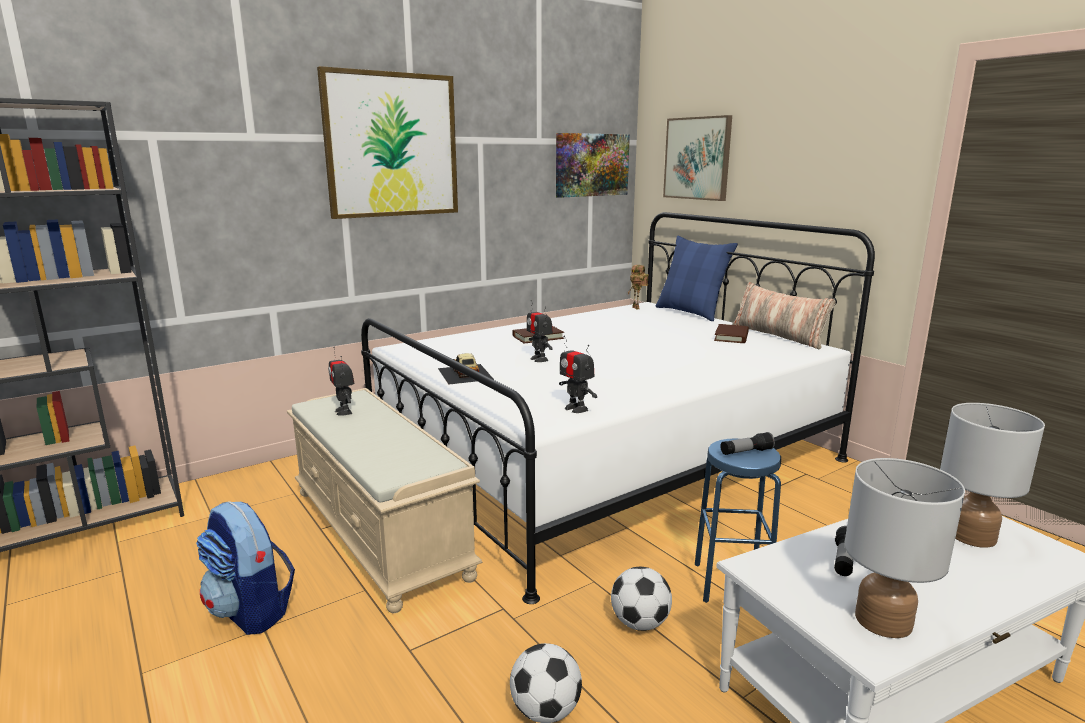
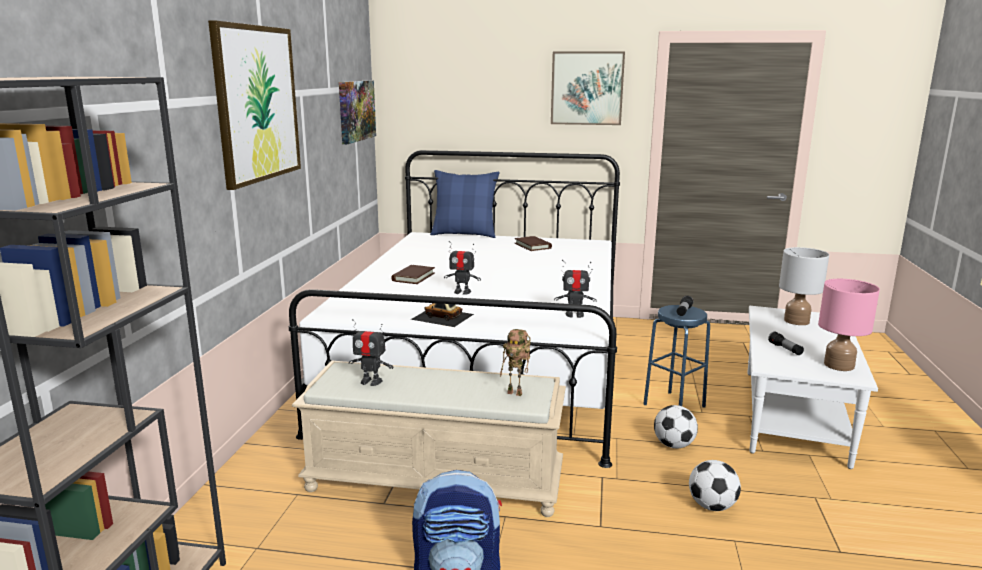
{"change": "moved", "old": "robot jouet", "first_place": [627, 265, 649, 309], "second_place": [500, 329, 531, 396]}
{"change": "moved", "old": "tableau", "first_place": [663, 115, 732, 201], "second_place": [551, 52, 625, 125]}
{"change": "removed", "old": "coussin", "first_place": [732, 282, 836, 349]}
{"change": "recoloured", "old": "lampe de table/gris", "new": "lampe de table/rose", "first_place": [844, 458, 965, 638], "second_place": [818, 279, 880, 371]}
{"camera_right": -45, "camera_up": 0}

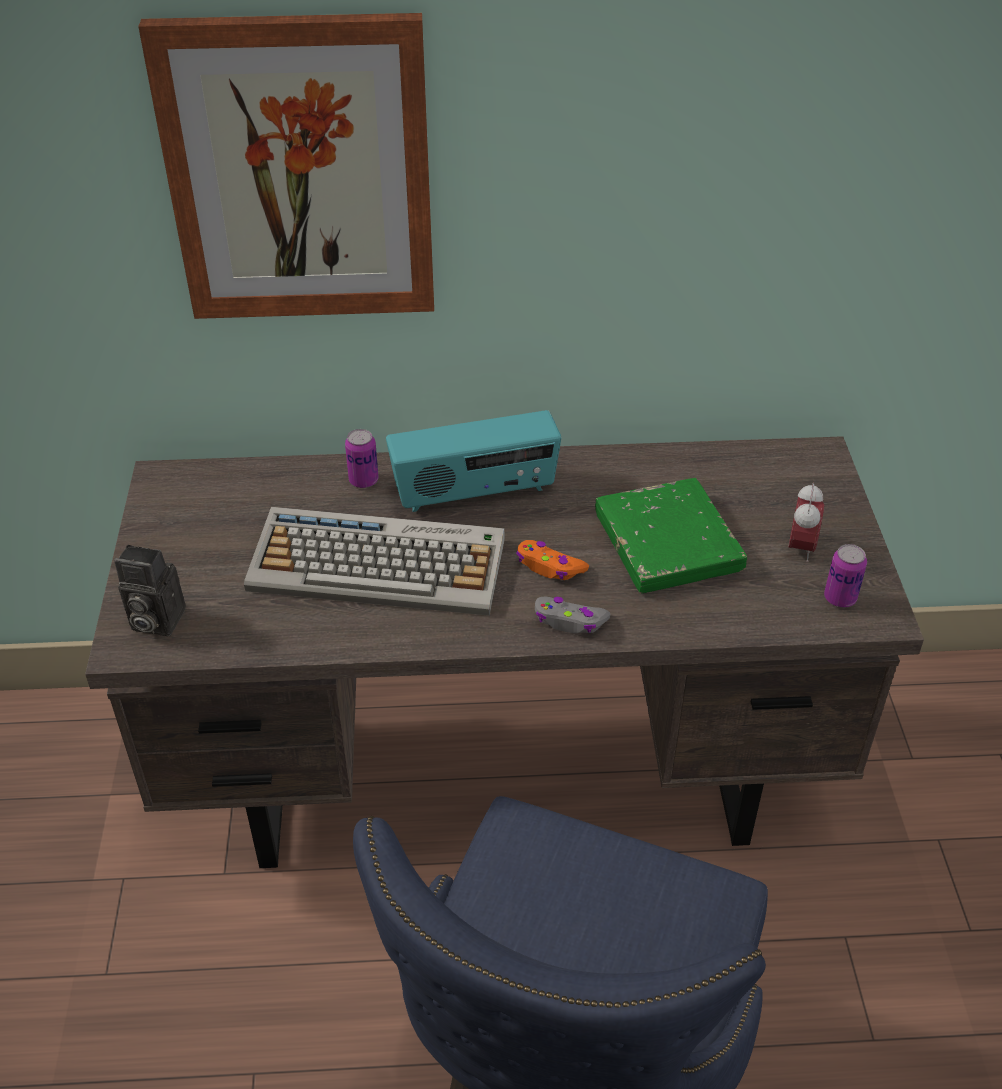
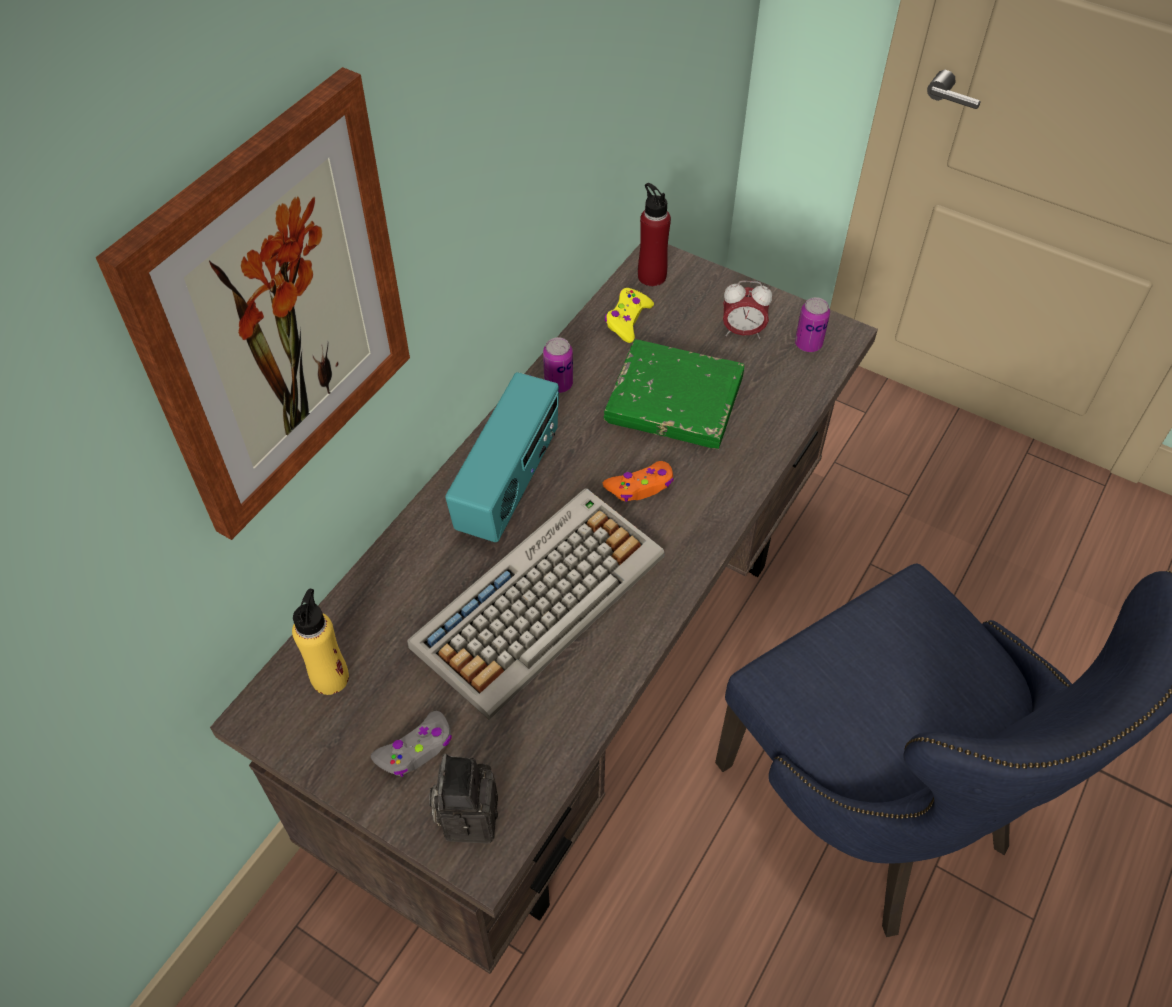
{"change": "turned", "old": "appareil photo", "first_place": [114, 545, 186, 636], "second_place": [429, 753, 498, 843], "degrees": 135}
{"change": "moved", "old": "boîte métallique", "first_place": [345, 429, 379, 488], "second_place": [543, 337, 573, 393]}
{"change": "moved", "old": "manette/gris", "first_place": [535, 597, 611, 634], "second_place": [371, 711, 452, 777]}
{"change": "turned", "old": "réveil", "first_place": [789, 483, 824, 562], "second_place": [723, 281, 772, 339], "degrees": 135}
{"change": "added", "new": "bouteille/jaune", "second_place": [292, 588, 349, 695]}
{"change": "added", "new": "manette/jaune", "second_place": [604, 288, 654, 343]}
{"change": "added", "new": "bouteille/rouge", "second_place": [638, 183, 671, 286]}
{"camera_right": -55, "camera_up": 10}

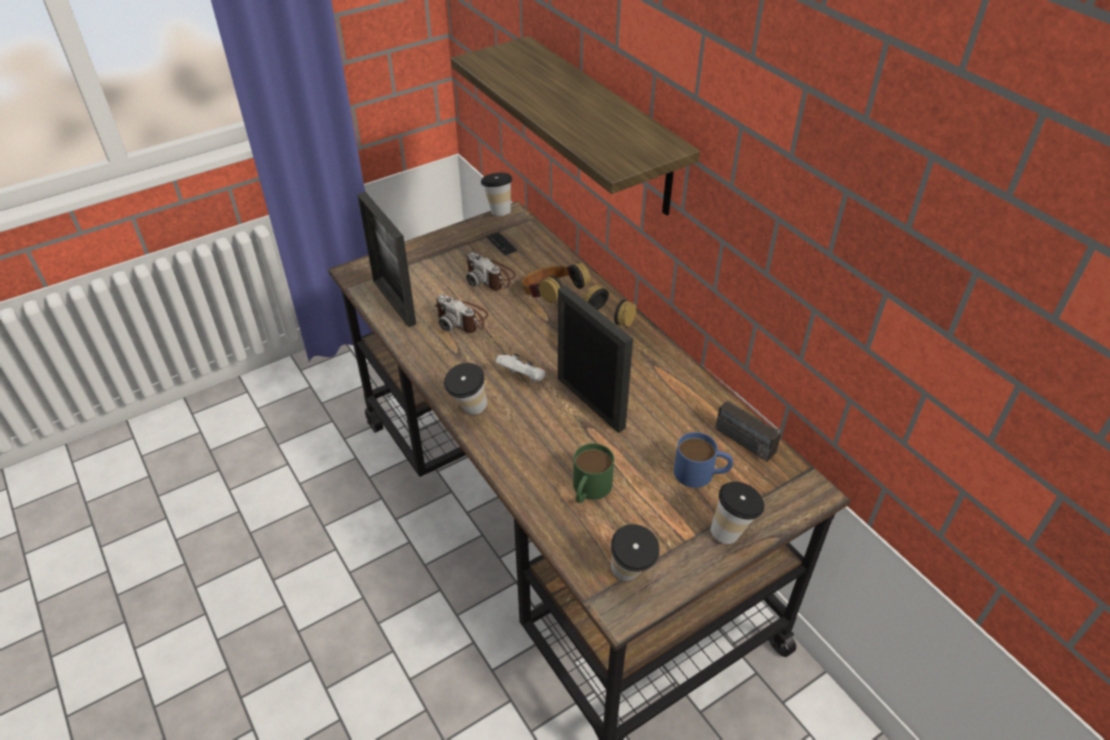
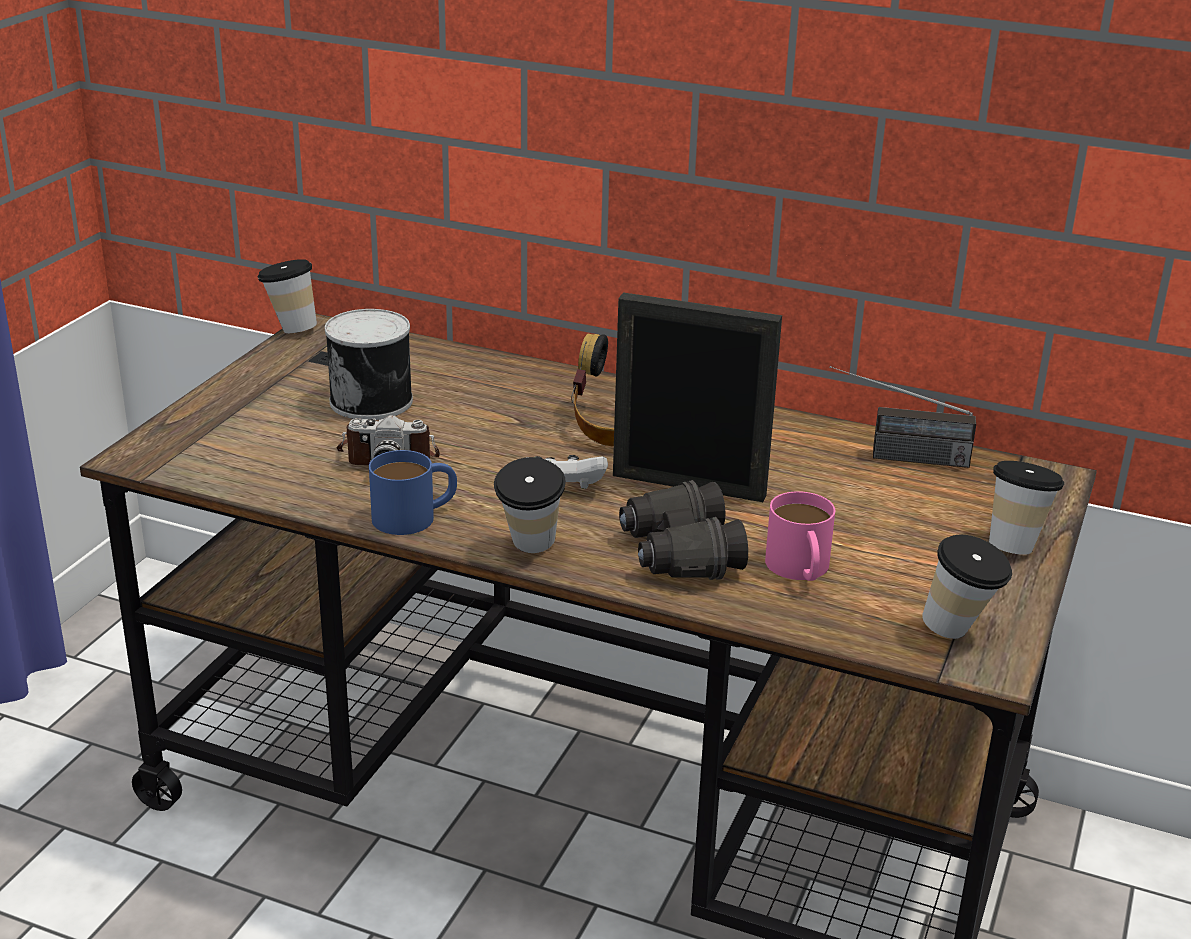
{"change": "removed", "old": "cadre photo", "first_place": [357, 192, 416, 327]}
{"change": "removed", "old": "étagère", "first_place": [451, 36, 700, 216]}
{"change": "replaced", "old": "appareil photo", "new": "boîte métallique", "first_place": [466, 252, 516, 290], "second_place": [325, 309, 413, 420]}
{"change": "removed", "old": "casque audio", "first_place": [522, 262, 591, 303]}
{"change": "recoloured", "old": "mug/vert", "new": "mug/rose", "first_place": [573, 443, 614, 503], "second_place": [765, 491, 835, 581]}
{"change": "moved", "old": "mug/bleu", "first_place": [674, 432, 733, 488], "second_place": [369, 450, 457, 535]}
{"change": "added", "new": "jumelles/noir", "second_place": [619, 480, 748, 580]}
{"camera_right": -35, "camera_up": -15}

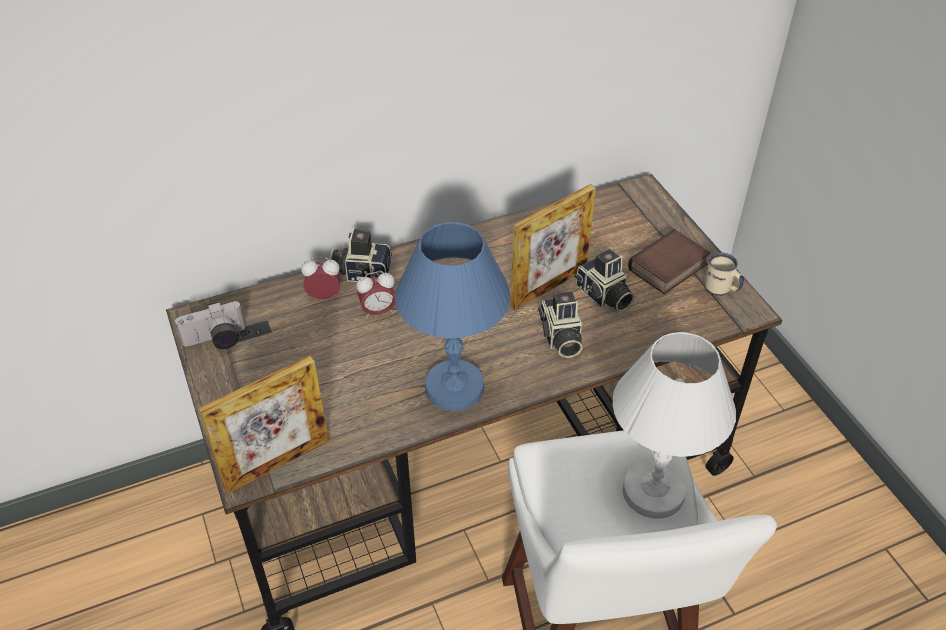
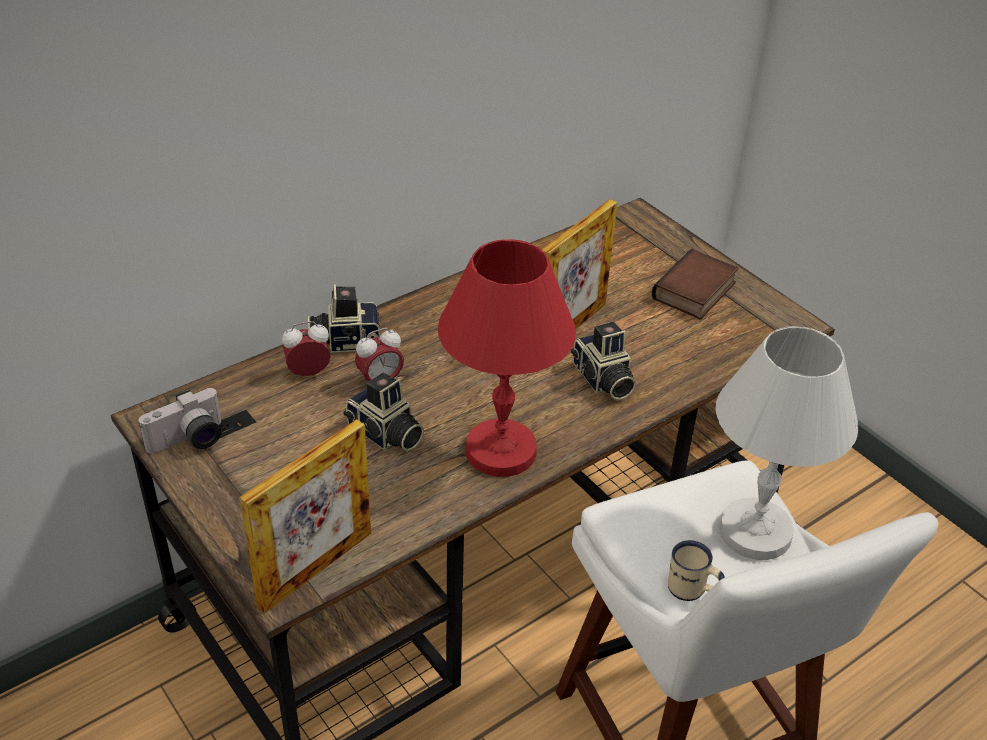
{"change": "recoloured", "old": "lampe de table/bleu", "new": "lampe de table/rouge", "first_place": [395, 222, 511, 411], "second_place": [438, 239, 576, 477]}
{"change": "moved", "old": "appareil photo", "first_place": [574, 249, 635, 312], "second_place": [343, 373, 424, 451]}
{"change": "moved", "old": "mug/beige", "first_place": [705, 253, 744, 296], "second_place": [668, 540, 725, 601]}
{"camera_right": -15, "camera_up": -5}

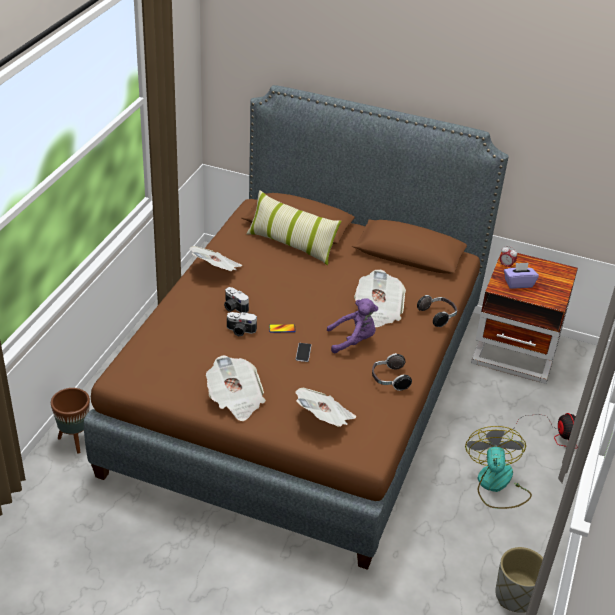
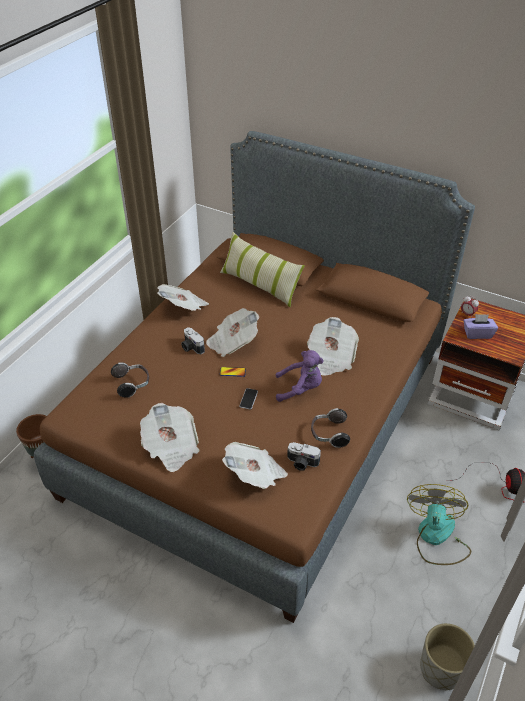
{"change": "moved", "old": "appareil photo", "first_place": [227, 312, 257, 336], "second_place": [287, 442, 321, 471]}
{"change": "moved", "old": "casque audio", "first_place": [417, 295, 457, 327], "second_place": [111, 362, 149, 398]}
{"change": "added", "new": "journal", "second_place": [206, 308, 259, 357]}
{"camera_right": 10, "camera_up": 5}

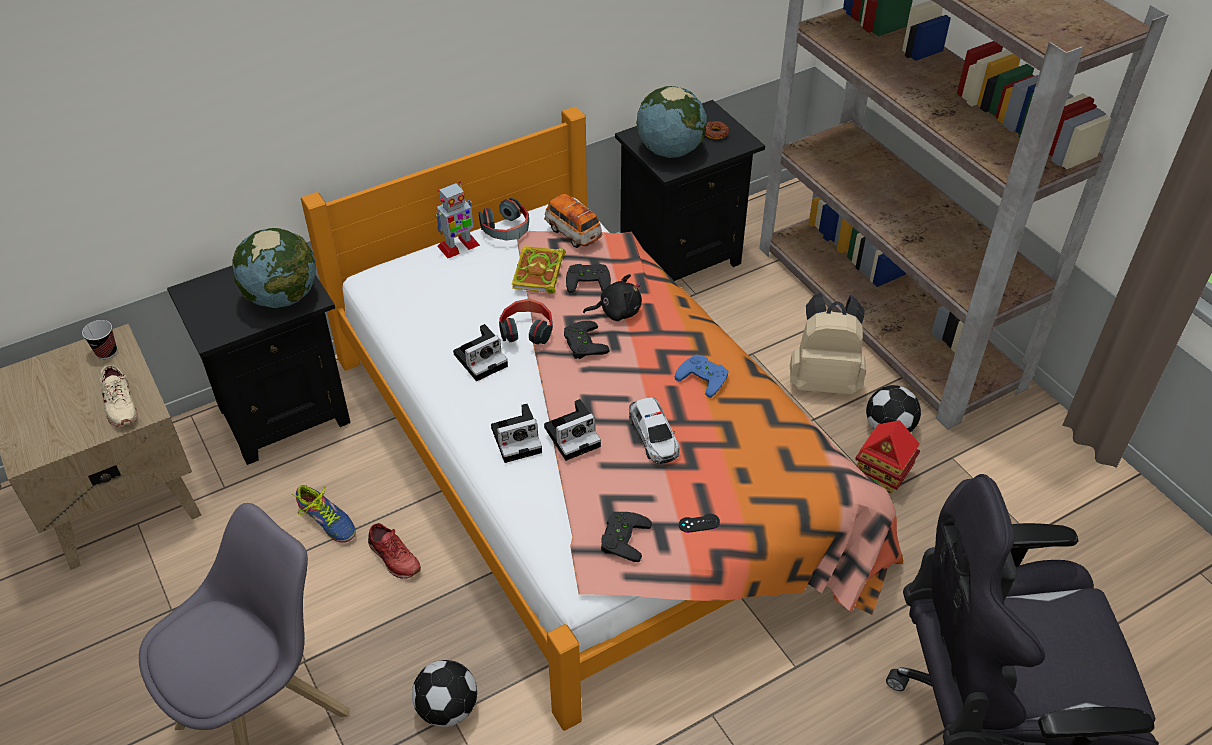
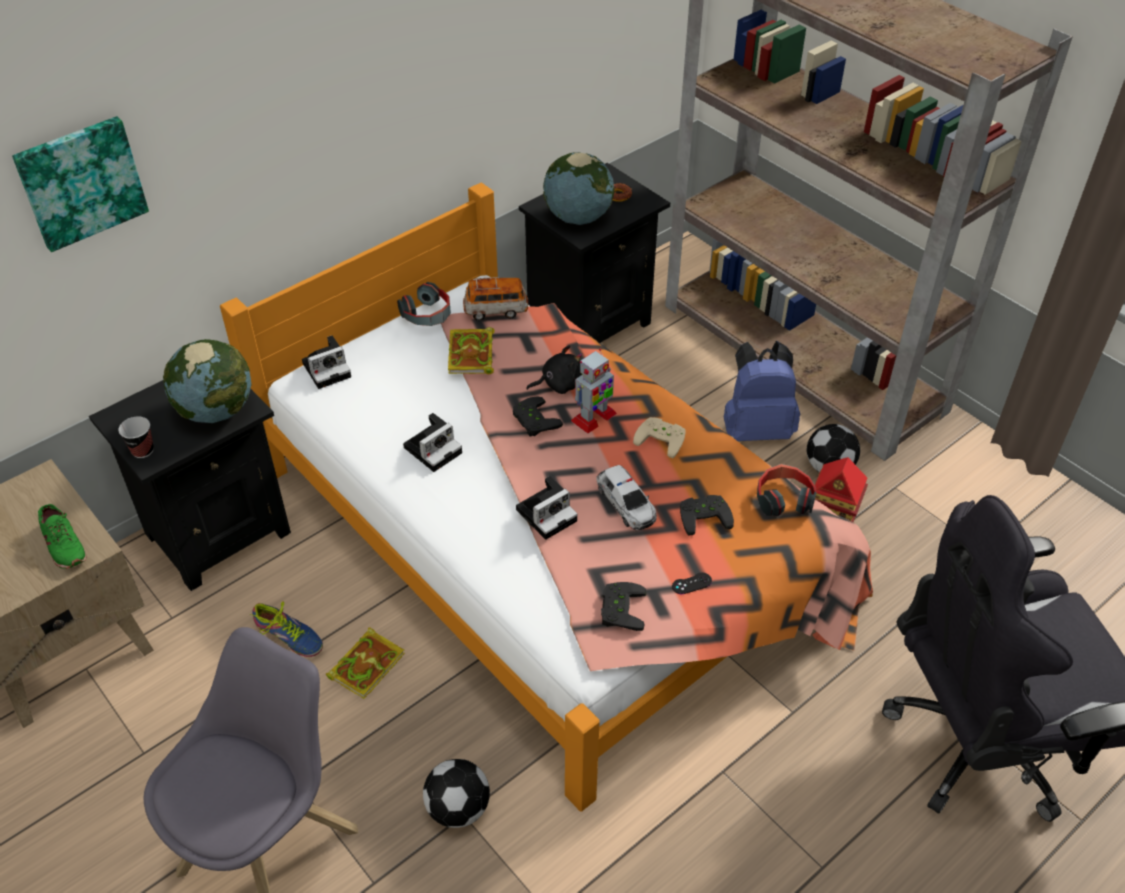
{"change": "moved", "old": "tasse", "first_place": [82, 320, 117, 359], "second_place": [119, 416, 154, 458]}
{"change": "recoloured", "old": "chaussure/beige", "new": "chaussure/vert", "first_place": [100, 365, 138, 427], "second_place": [38, 504, 86, 569]}
{"change": "replaced", "old": "chaussure/rouge", "new": "livre", "first_place": [368, 523, 421, 579], "second_place": [326, 627, 405, 699]}
{"change": "moved", "old": "robot jouet", "first_place": [435, 181, 480, 258], "second_place": [571, 349, 617, 433]}
{"change": "moved", "old": "appareil photo", "first_place": [491, 404, 542, 463], "second_place": [302, 336, 351, 389]}
{"change": "moved", "old": "casque audio", "first_place": [499, 298, 553, 344], "second_place": [757, 464, 817, 516]}
{"change": "turned", "old": "petite voiture", "first_place": [544, 194, 602, 248], "second_place": [463, 277, 528, 321], "degrees": 135}
{"change": "moved", "old": "manette/noir", "first_place": [566, 264, 611, 293], "second_place": [680, 495, 734, 535]}
{"change": "recoloured", "old": "manette/bleu", "new": "manette/beige", "first_place": [675, 355, 729, 398], "second_place": [633, 417, 686, 458]}
{"change": "recoloured", "old": "sac à dos/beige", "new": "sac à dos/bleu", "first_place": [790, 293, 866, 395], "second_place": [724, 341, 800, 441]}
{"change": "added", "new": "tableau", "second_place": [12, 116, 149, 252]}
{"camera_right": -10, "camera_up": 0}

